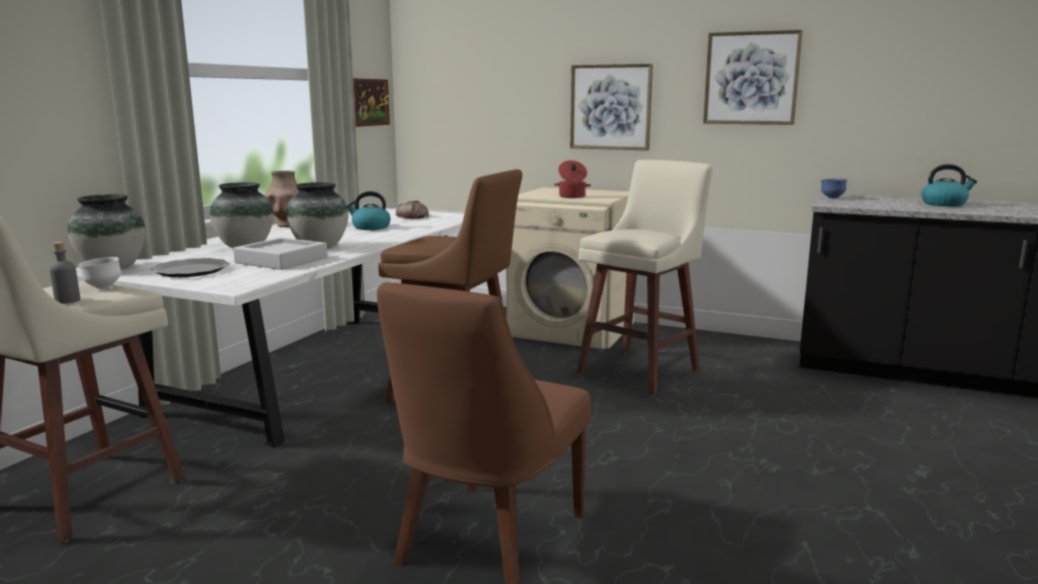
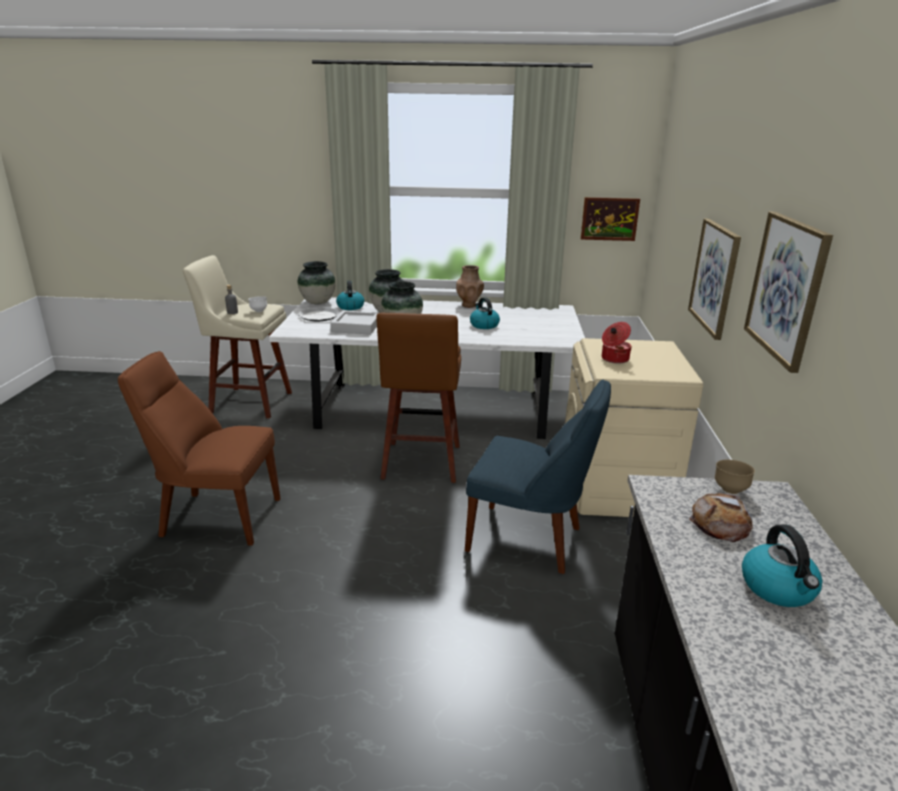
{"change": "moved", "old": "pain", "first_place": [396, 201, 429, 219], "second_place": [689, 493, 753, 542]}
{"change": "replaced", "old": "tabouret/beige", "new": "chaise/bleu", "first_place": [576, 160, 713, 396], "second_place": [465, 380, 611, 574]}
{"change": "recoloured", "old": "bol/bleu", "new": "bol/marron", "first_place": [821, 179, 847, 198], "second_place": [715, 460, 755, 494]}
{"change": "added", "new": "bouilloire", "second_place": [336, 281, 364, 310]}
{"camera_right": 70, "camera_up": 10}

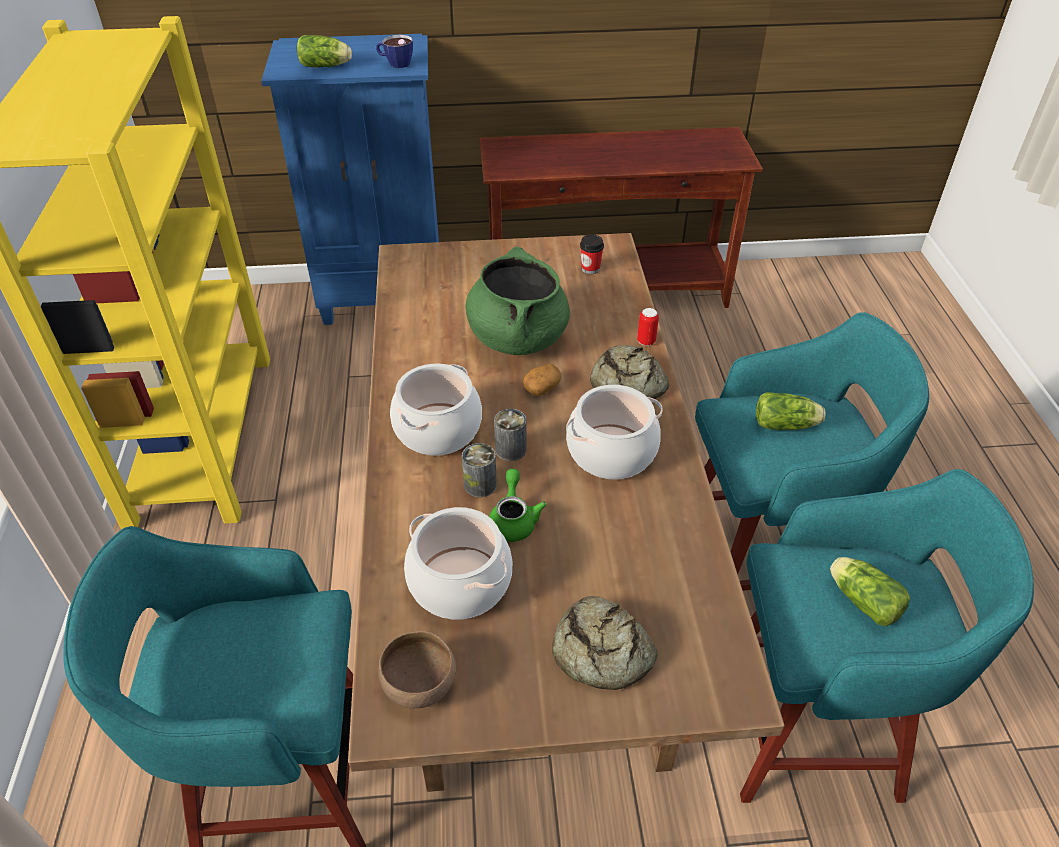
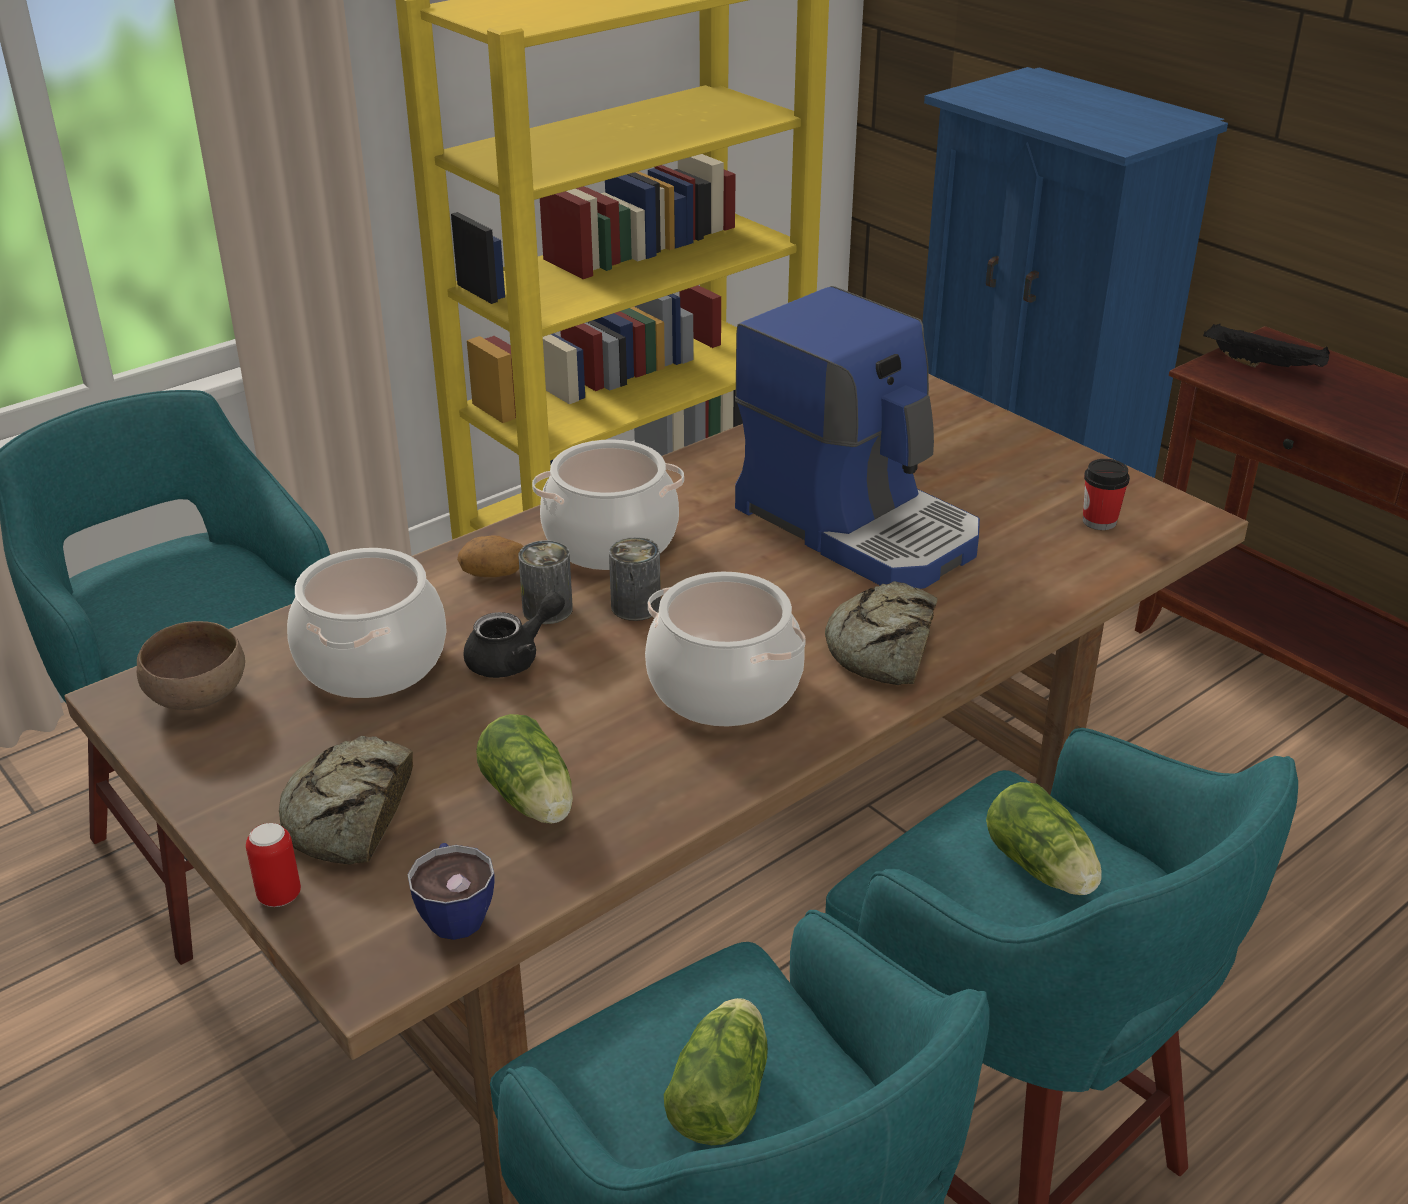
{"change": "moved", "old": "laitue", "first_place": [297, 35, 352, 67], "second_place": [476, 714, 573, 824]}
{"change": "moved", "old": "tasse", "first_place": [376, 35, 413, 68], "second_place": [407, 843, 495, 940]}
{"change": "replaced", "old": "marmite/vert", "new": "machine à café", "first_place": [465, 246, 570, 355], "second_place": [735, 286, 980, 589]}
{"change": "recoloured", "old": "théière/vert", "new": "théière/noir", "first_place": [489, 469, 547, 542], "second_place": [463, 592, 565, 678]}
{"change": "moved", "old": "pomme de terre", "first_place": [523, 364, 561, 396], "second_place": [457, 535, 524, 577]}
{"change": "moved", "old": "boîte métallique", "first_place": [637, 308, 659, 346], "second_place": [246, 823, 301, 907]}
{"change": "added", "new": "plateau/noir", "second_place": [1203, 323, 1330, 367]}
{"camera_right": 55, "camera_up": -10}

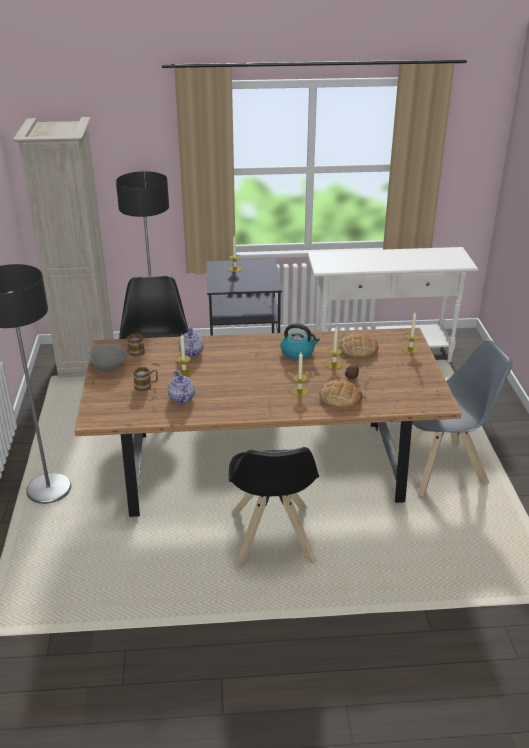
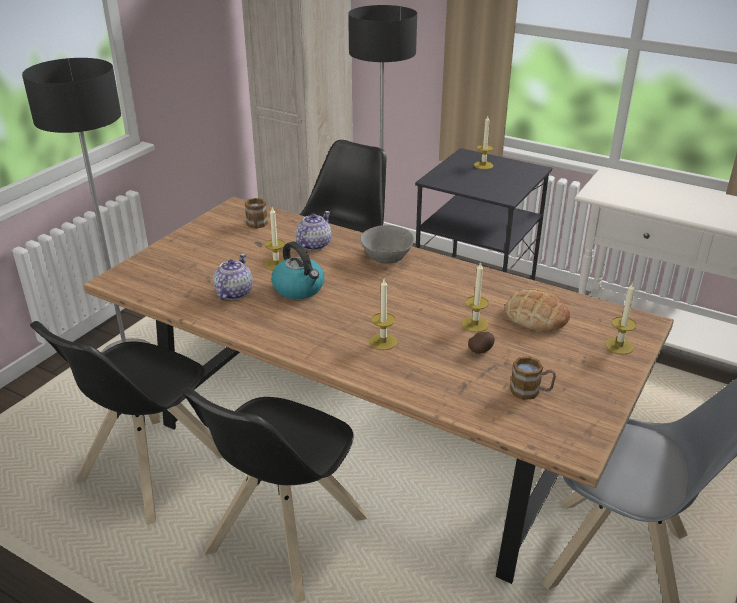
{"change": "moved", "old": "bol/gris", "first_place": [88, 344, 127, 371], "second_place": [360, 225, 414, 263]}
{"change": "moved", "old": "mug", "first_place": [133, 367, 158, 391], "second_place": [510, 356, 556, 400]}
{"change": "moved", "old": "bouilloire", "first_place": [280, 323, 320, 360], "second_place": [271, 241, 325, 299]}
{"change": "removed", "old": "pain", "first_place": [319, 379, 362, 408]}
{"change": "added", "new": "chaise/noir", "second_place": [30, 321, 223, 525]}
{"camera_right": 35, "camera_up": 0}

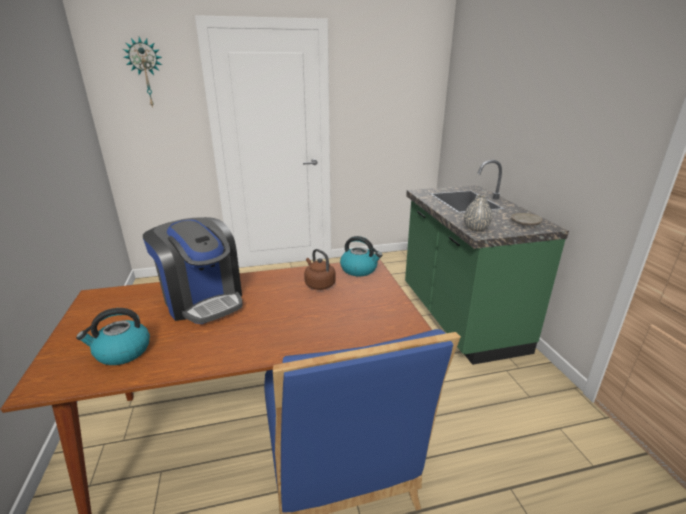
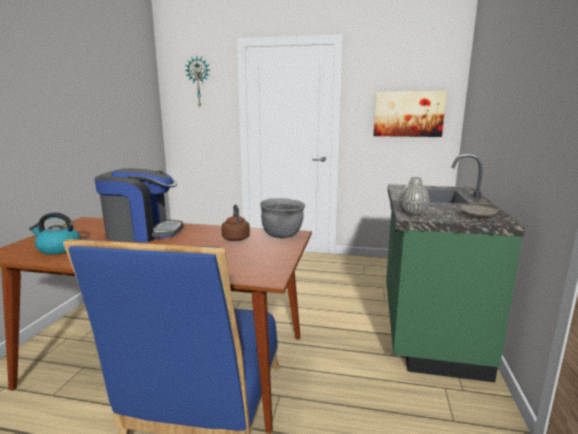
{"change": "turned", "old": "machine à café", "first_place": [143, 217, 243, 324], "second_place": [95, 168, 183, 242], "degrees": -75}
{"change": "replaced", "old": "bouilloire", "new": "marmite/gris", "first_place": [340, 236, 382, 276], "second_place": [260, 198, 305, 238]}
{"change": "added", "new": "tableau", "second_place": [373, 91, 447, 137]}
{"camera_right": 25, "camera_up": -10}

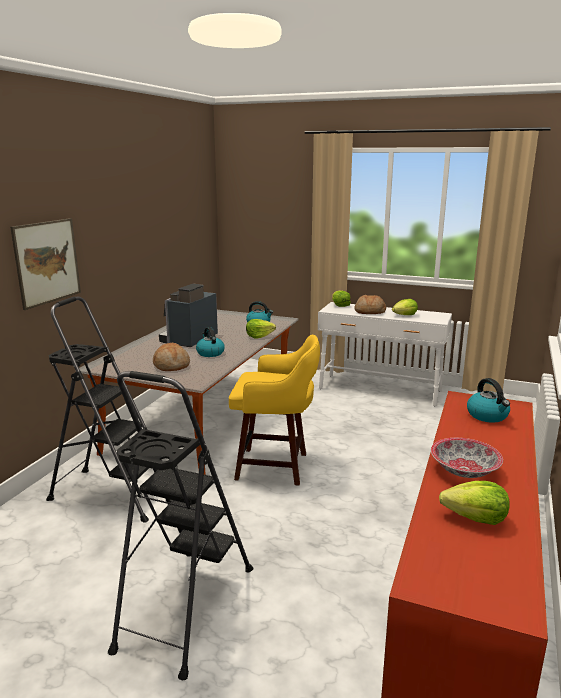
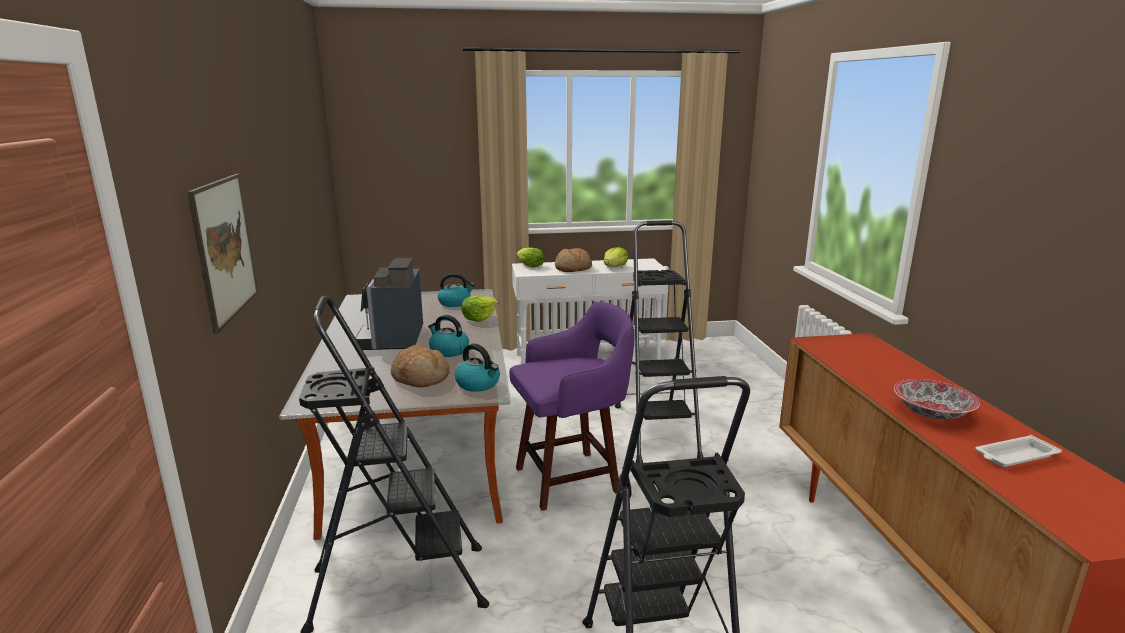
{"change": "recoloured", "old": "tabouret/jaune", "new": "tabouret/violet", "first_place": [229, 335, 320, 486], "second_place": [510, 302, 635, 511]}
{"change": "replaced", "old": "laitue", "new": "plateau/blanc", "first_place": [439, 481, 510, 525], "second_place": [975, 435, 1062, 467]}
{"change": "moved", "old": "bouilloire", "first_place": [467, 378, 510, 423], "second_place": [455, 344, 500, 392]}
{"change": "added", "new": "escabeau", "second_place": [615, 220, 704, 463]}
{"camera_right": -30, "camera_up": 0}

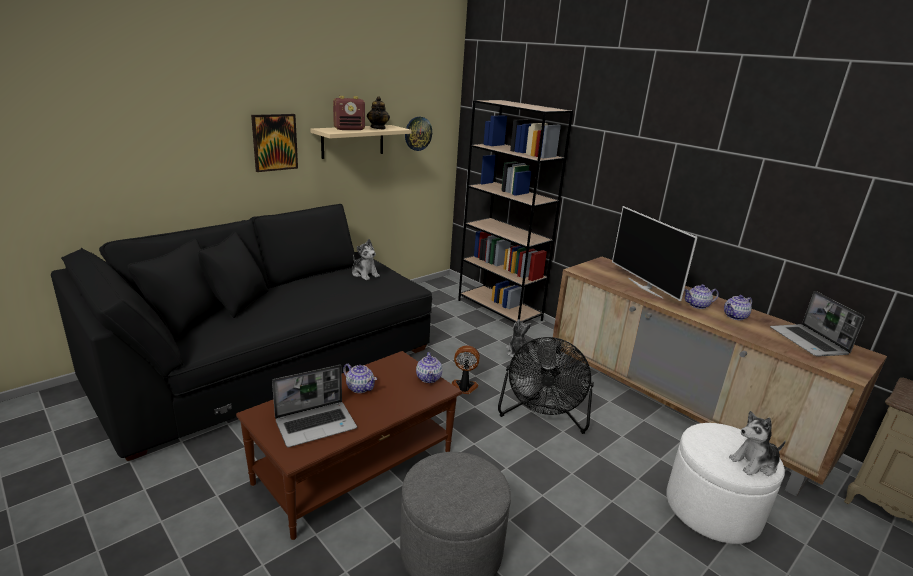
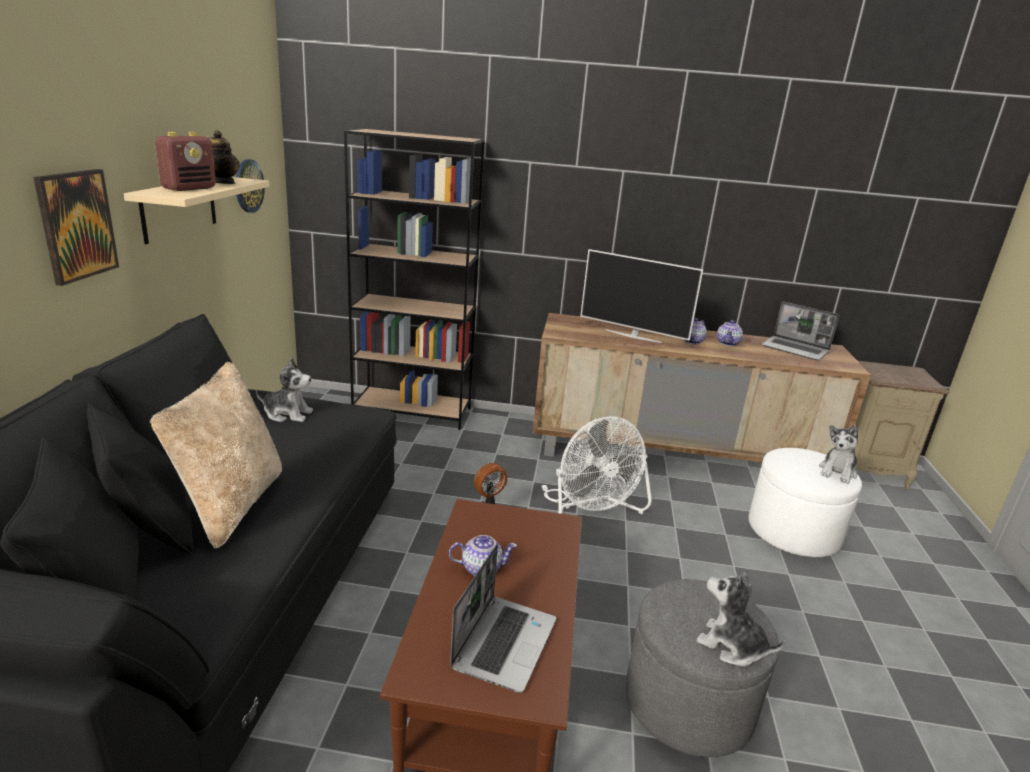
{"change": "removed", "old": "théière", "first_place": [416, 352, 443, 383]}
{"change": "recoloured", "old": "ventilateur/noir", "new": "ventilateur/blanc", "first_place": [498, 337, 594, 434], "second_place": [542, 416, 652, 514]}
{"change": "moved", "old": "peluche", "first_place": [506, 319, 531, 358], "second_place": [696, 569, 785, 666]}
{"change": "added", "new": "coussin/beige", "second_place": [150, 361, 282, 548]}
{"camera_right": -40, "camera_up": 0}

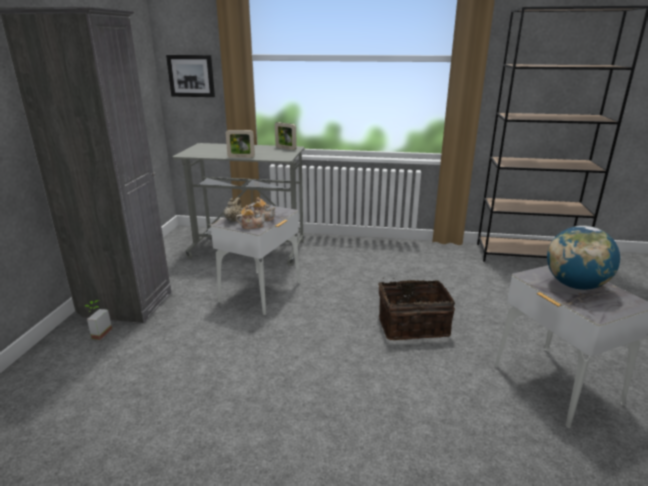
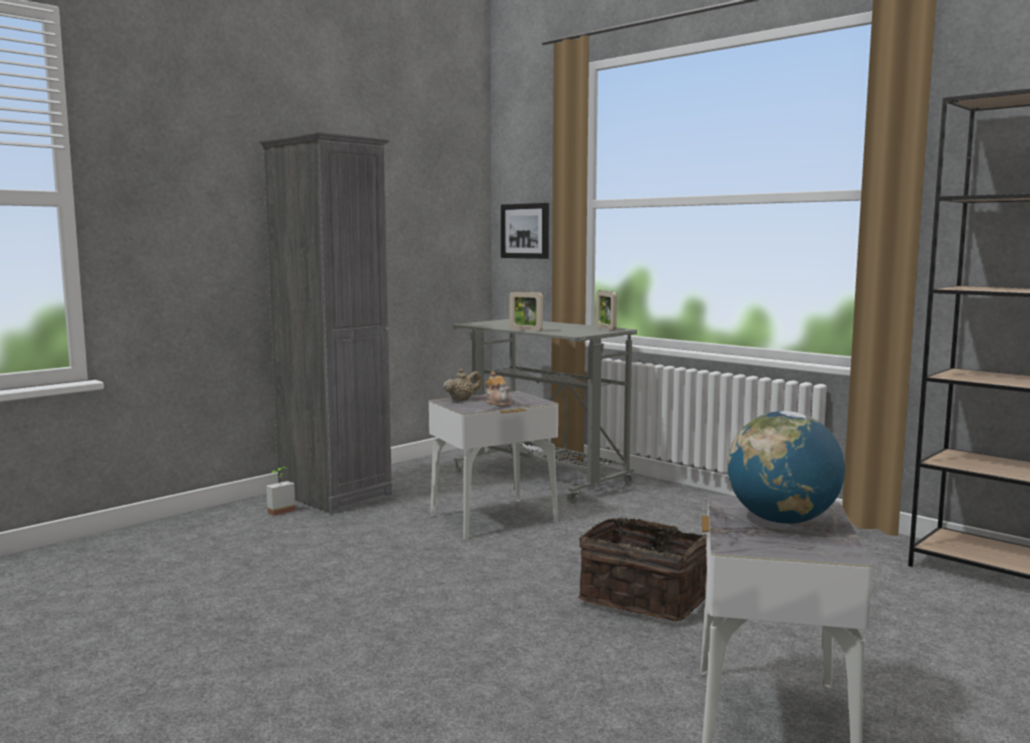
{"change": "removed", "old": "théière", "first_place": [236, 205, 266, 229]}
{"camera_right": 35, "camera_up": -15}

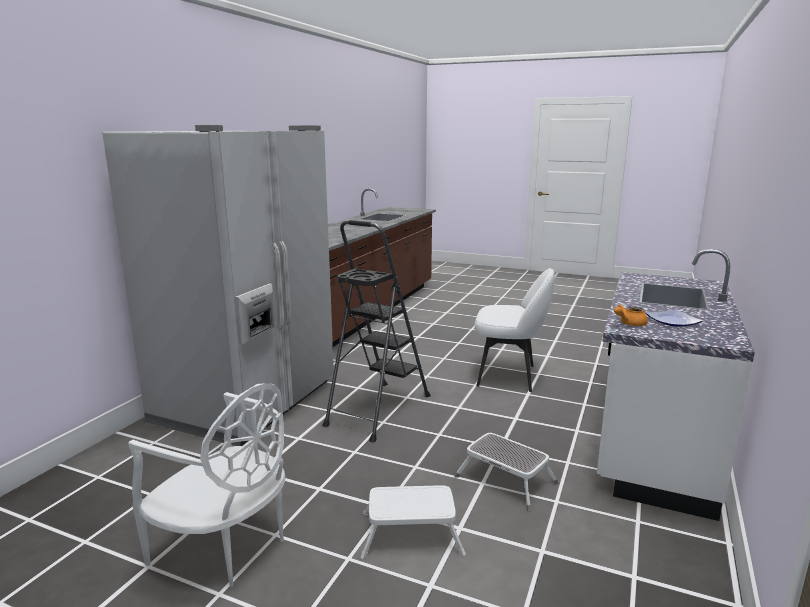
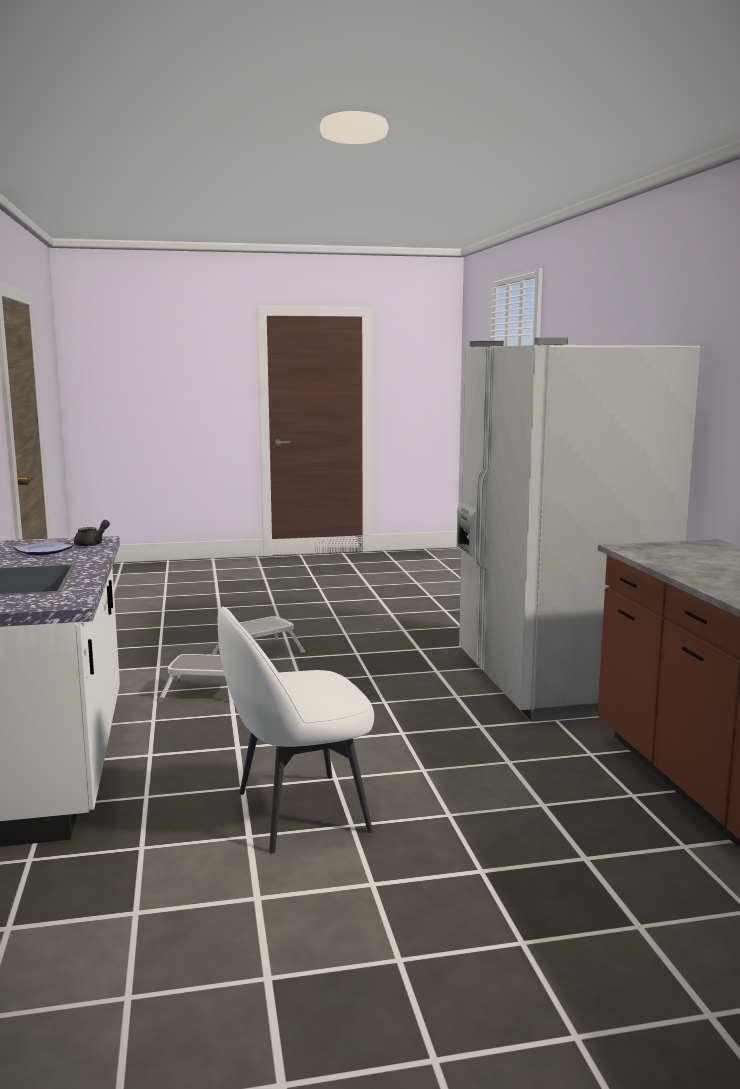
{"change": "removed", "old": "chaise/blanc", "first_place": [128, 383, 285, 587]}
{"change": "removed", "old": "escabeau", "first_place": [322, 220, 431, 442]}
{"change": "recoloured", "old": "théière/orange", "new": "théière/noir", "first_place": [614, 304, 648, 326], "second_place": [74, 520, 110, 546]}
{"camera_right": 145, "camera_up": -5}

